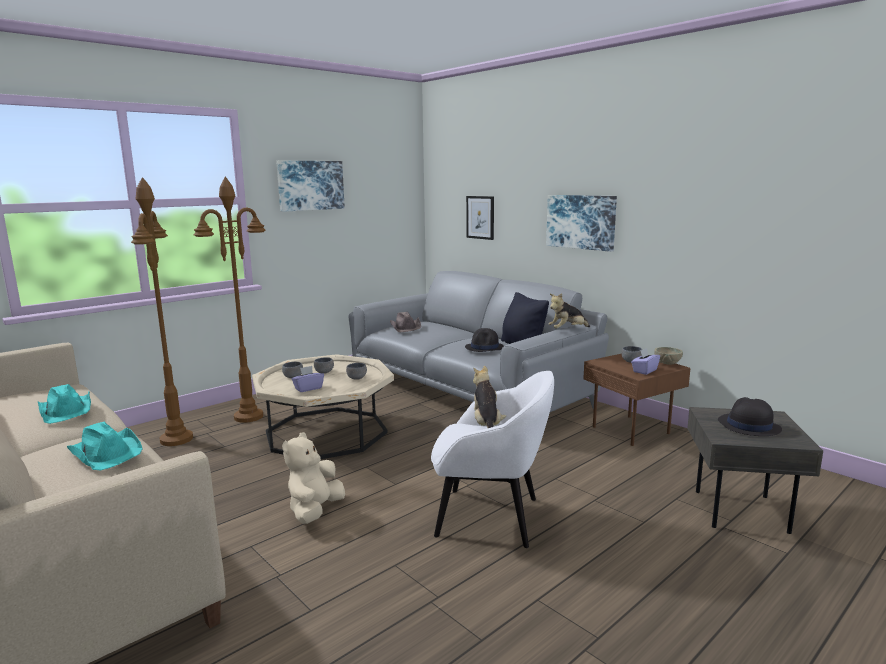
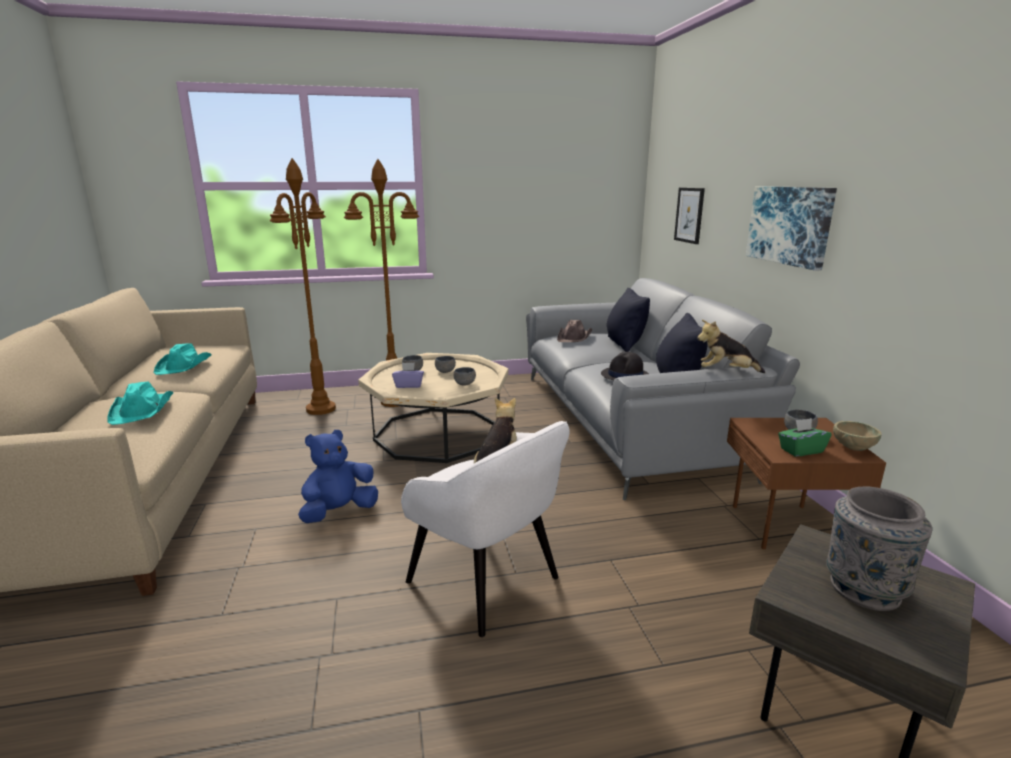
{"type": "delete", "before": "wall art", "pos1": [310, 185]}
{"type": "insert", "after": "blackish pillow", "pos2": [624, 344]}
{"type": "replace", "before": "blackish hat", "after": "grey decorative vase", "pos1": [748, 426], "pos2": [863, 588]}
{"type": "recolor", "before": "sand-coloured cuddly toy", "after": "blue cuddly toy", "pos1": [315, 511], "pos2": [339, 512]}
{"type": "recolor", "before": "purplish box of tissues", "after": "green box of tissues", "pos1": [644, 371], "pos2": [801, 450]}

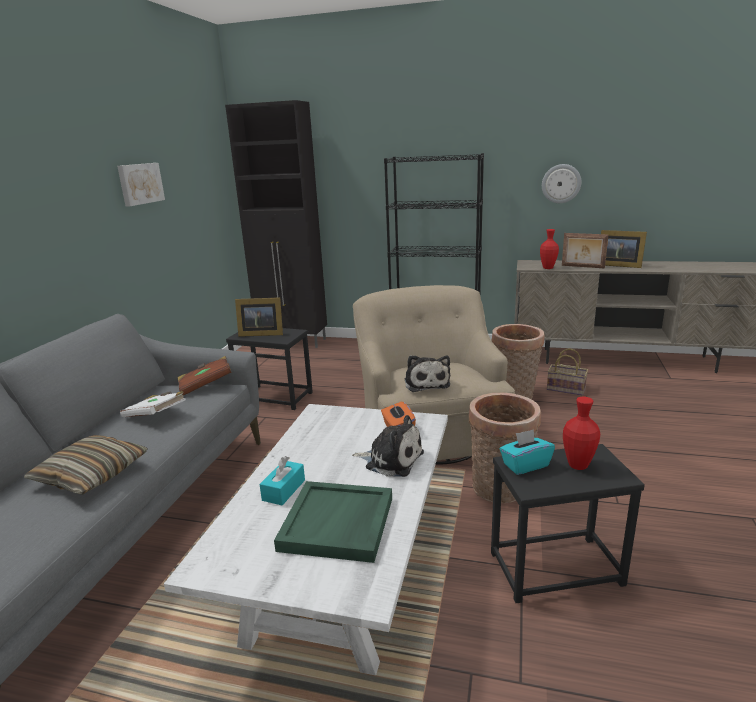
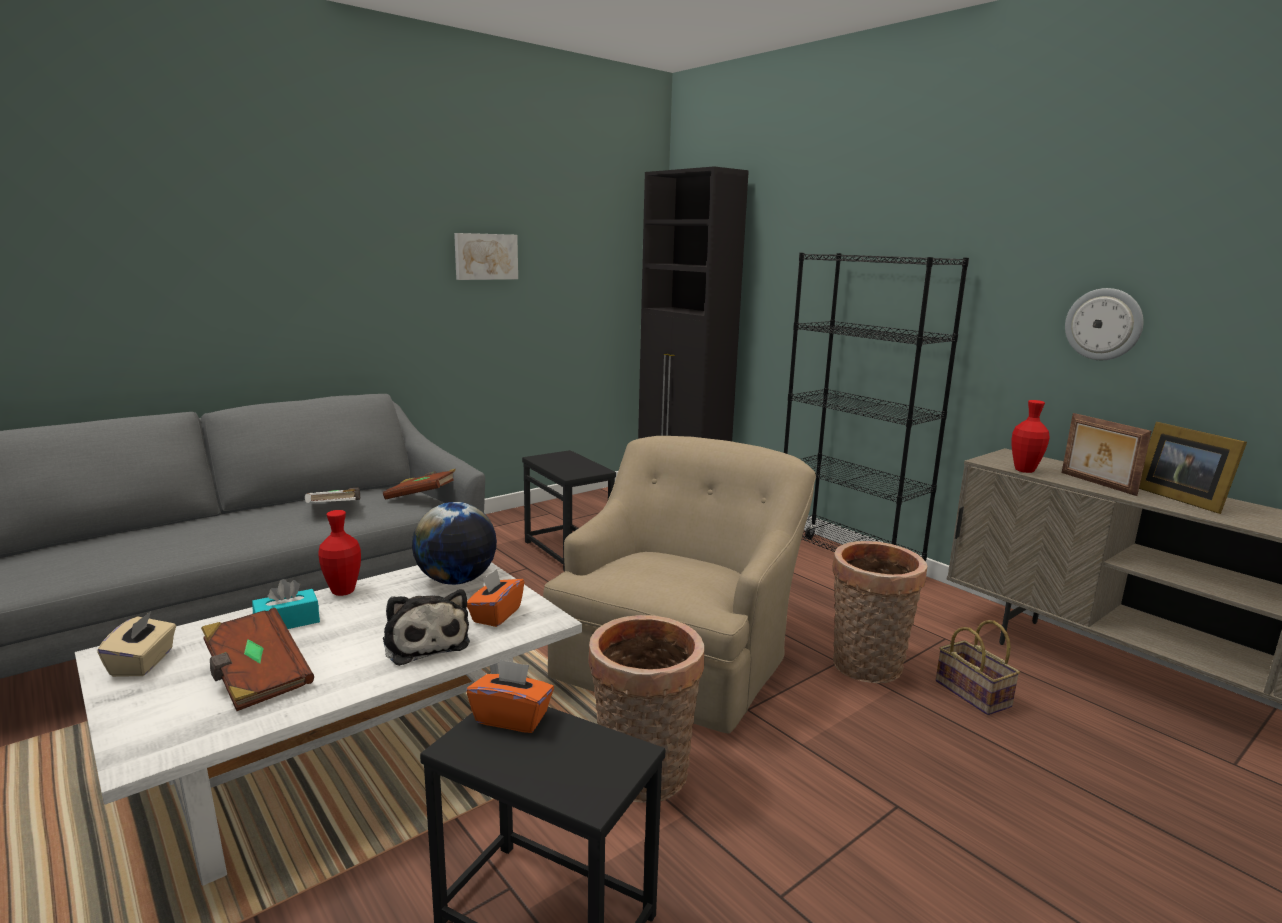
{"type": "delete", "before": "pillow", "pos1": [91, 474]}
{"type": "delete", "before": "standing frame", "pos1": [260, 334]}
{"type": "delete", "before": "cuddly toy", "pos1": [426, 383]}
{"type": "insert", "after": "sand-coloured box of tissues", "pos2": [143, 663]}
{"type": "insert", "after": "globe", "pos2": [456, 580]}
{"type": "move", "before": "red decorative vase", "pos1": [578, 465], "pos2": [343, 591]}
{"type": "replace", "before": "green tray", "after": "brown bound book", "pos1": [338, 524], "pos2": [257, 677]}
{"type": "recolor", "before": "turquoise-coloured box of tissues", "after": "orange box of tissues", "pos1": [525, 465], "pos2": [512, 718]}

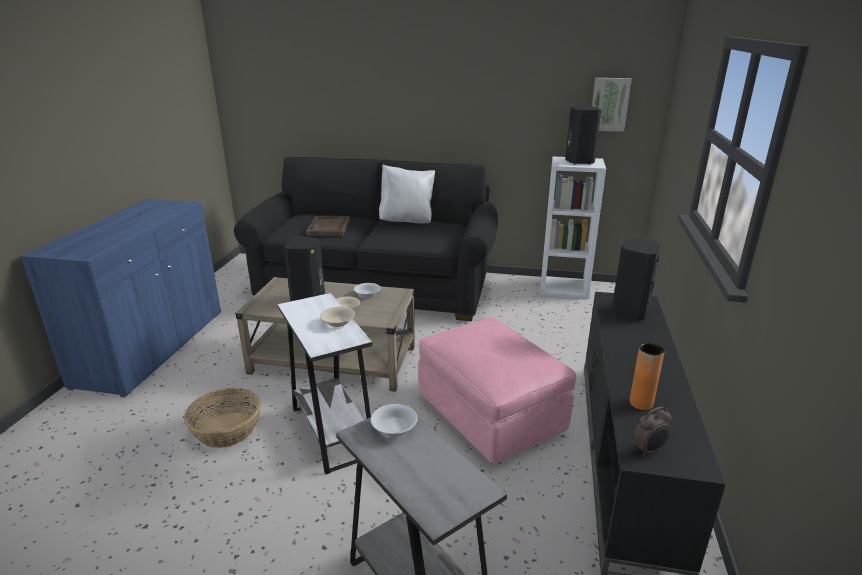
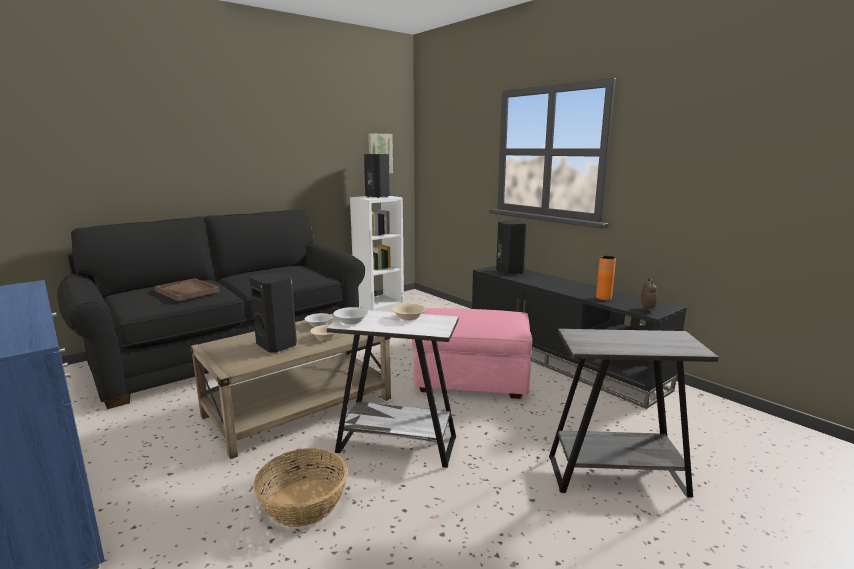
{"type": "delete", "before": "whitish pillow", "pos1": [407, 222]}
{"type": "move", "before": "whitish bowl", "pos1": [394, 428], "pos2": [351, 321]}

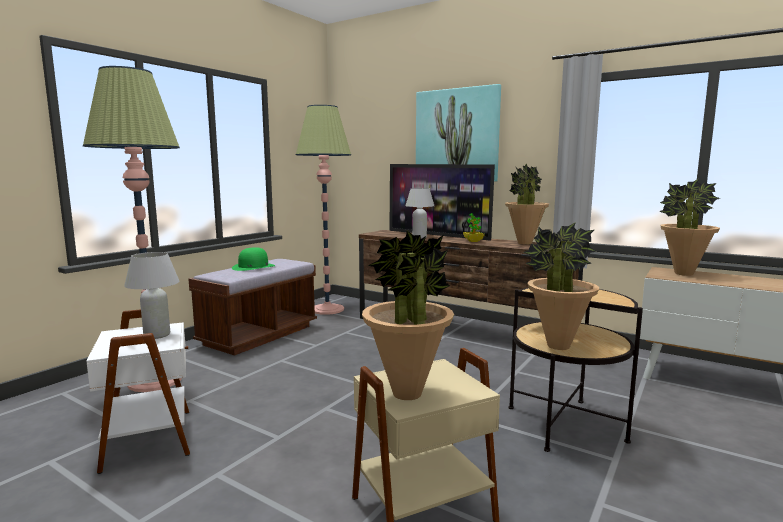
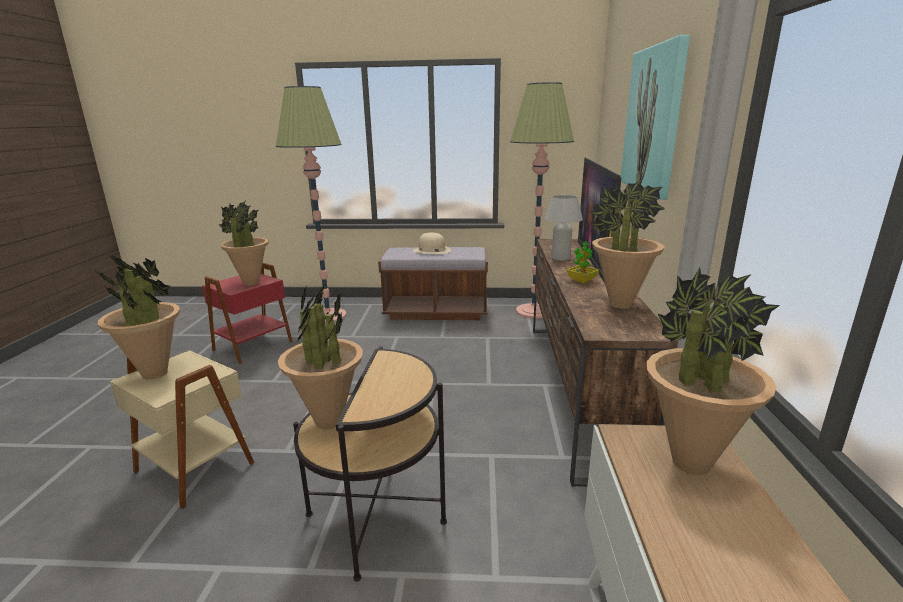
{"type": "replace", "before": "whitish tabletop lamp", "after": "houseplant", "pos1": [157, 335], "pos2": [251, 283]}
{"type": "recolor", "before": "whitish end table", "after": "red end table", "pos1": [151, 438], "pos2": [254, 346]}
{"type": "recolor", "before": "green hat", "after": "sand-coloured hat", "pos1": [253, 267], "pos2": [431, 250]}

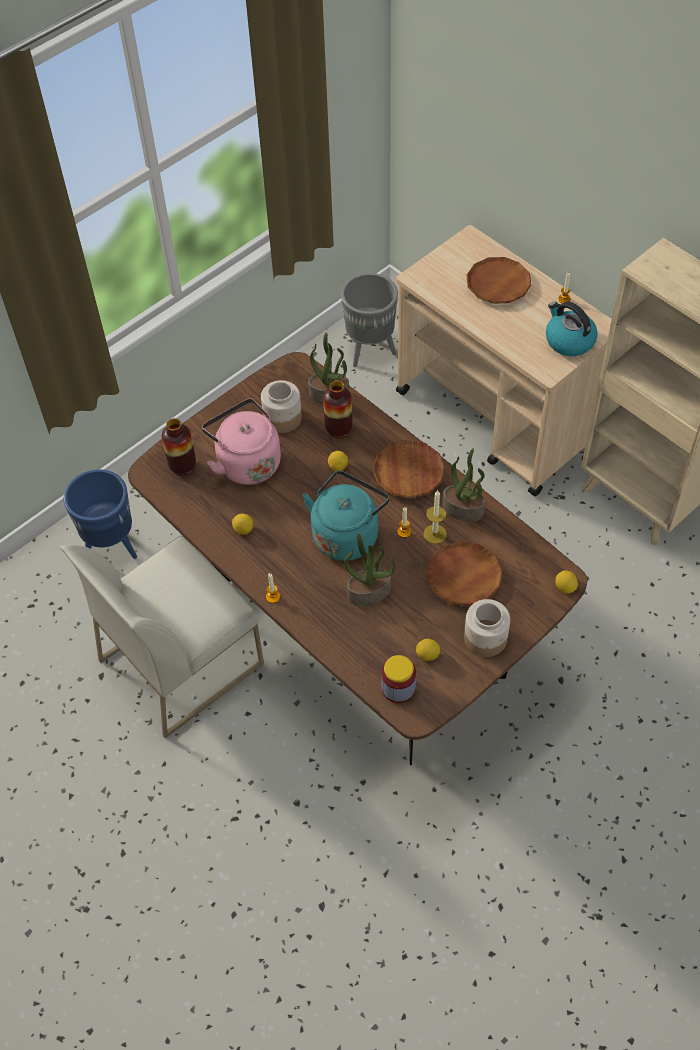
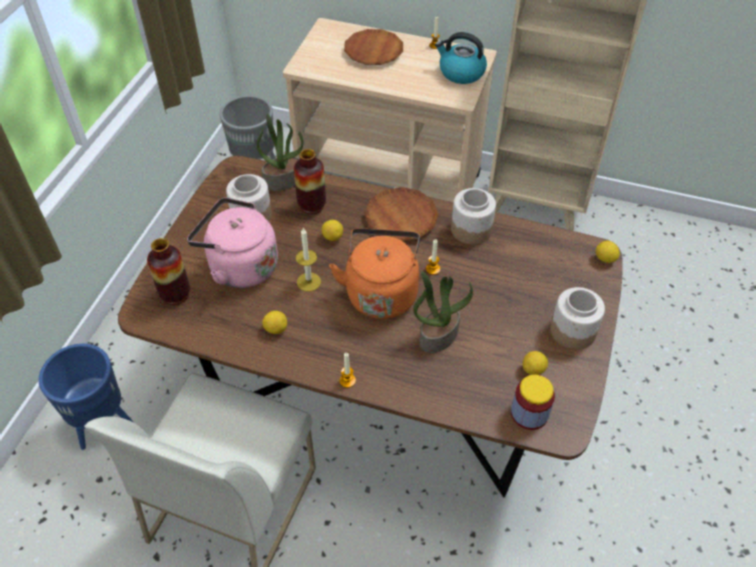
{"type": "delete", "before": "brown flat dish", "pos1": [463, 577]}
{"type": "move", "before": "wax light", "pos1": [435, 534], "pos2": [308, 282]}
{"type": "replace", "before": "houseplant", "after": "jar", "pos1": [463, 509], "pos2": [471, 229]}
{"type": "recolor", "before": "turquoise-coloured tea kettle", "after": "orange tea kettle", "pos1": [347, 534], "pos2": [381, 292]}

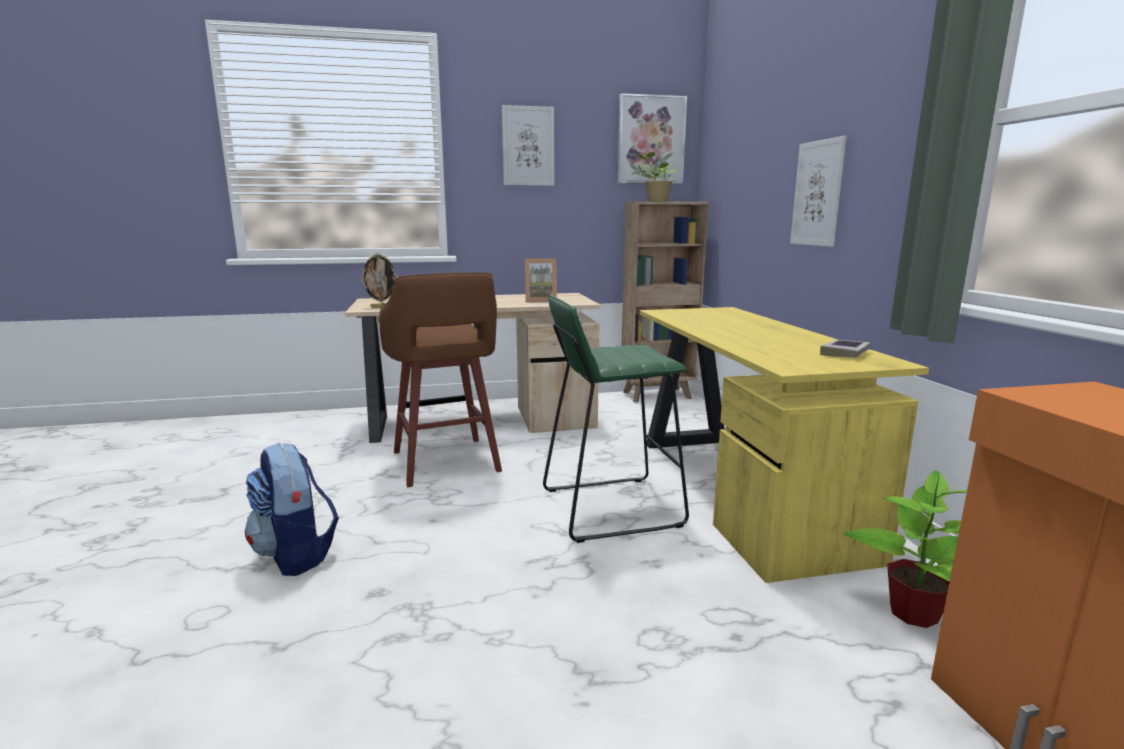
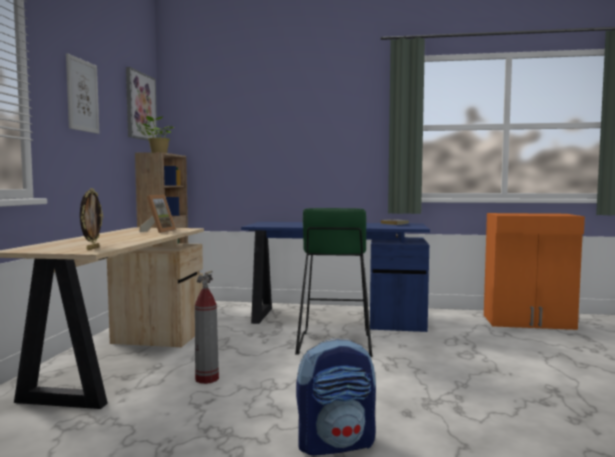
{"type": "delete", "before": "wall art", "pos1": [817, 193]}
{"type": "delete", "before": "houseplant", "pos1": [912, 612]}
{"type": "replace", "before": "brown stool", "after": "fire extinguisher", "pos1": [446, 463], "pos2": [207, 379]}
{"type": "recolor", "before": "yellow desk unit", "after": "blue desk unit", "pos1": [738, 489], "pos2": [335, 318]}

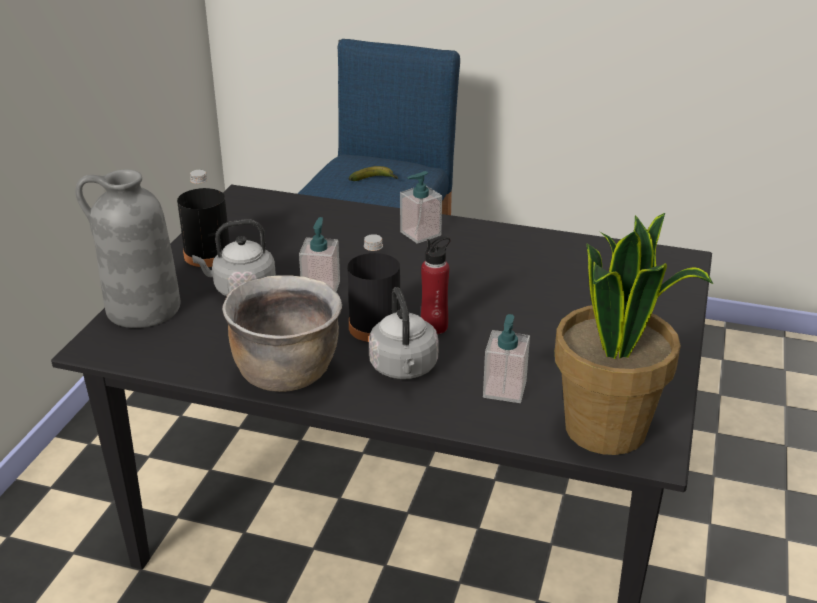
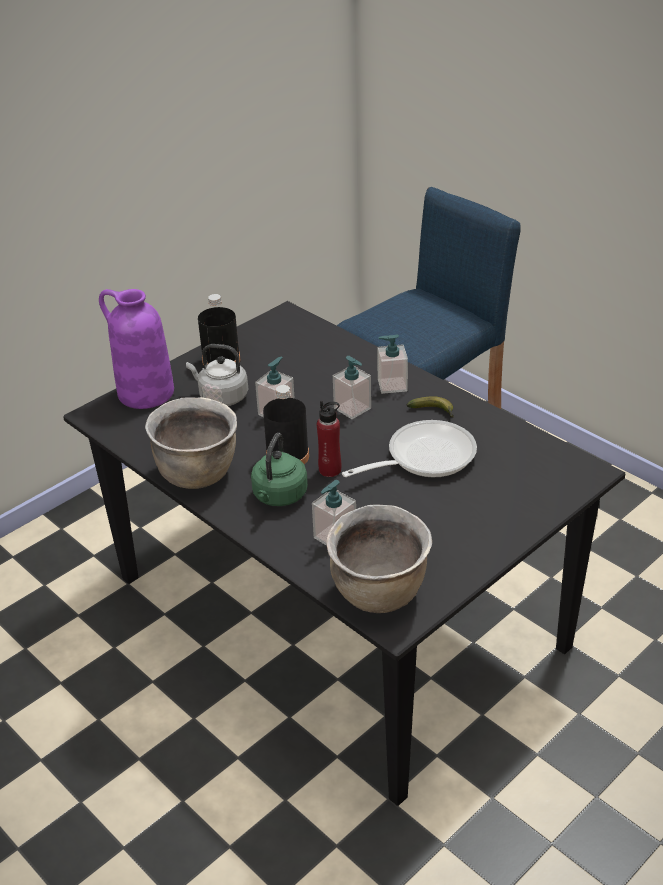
{"type": "insert", "after": "liquid soap bottle", "pos2": [352, 408]}
{"type": "insert", "after": "pan", "pos2": [423, 457]}
{"type": "move", "before": "banana", "pos1": [375, 180], "pos2": [434, 412]}
{"type": "replace", "before": "houseplant", "after": "brown cooking pot", "pos1": [607, 429], "pos2": [379, 594]}
{"type": "recolor", "before": "grey decorative vase", "after": "purplish decorative vase", "pos1": [142, 309], "pos2": [144, 393]}
{"type": "recolor", "before": "grey tea kettle", "after": "green tea kettle", "pos1": [404, 369], "pos2": [279, 497]}

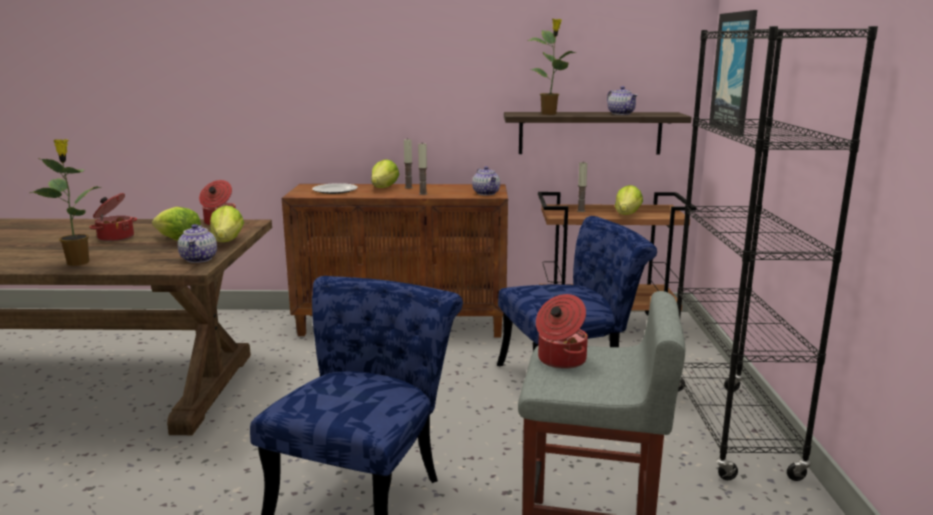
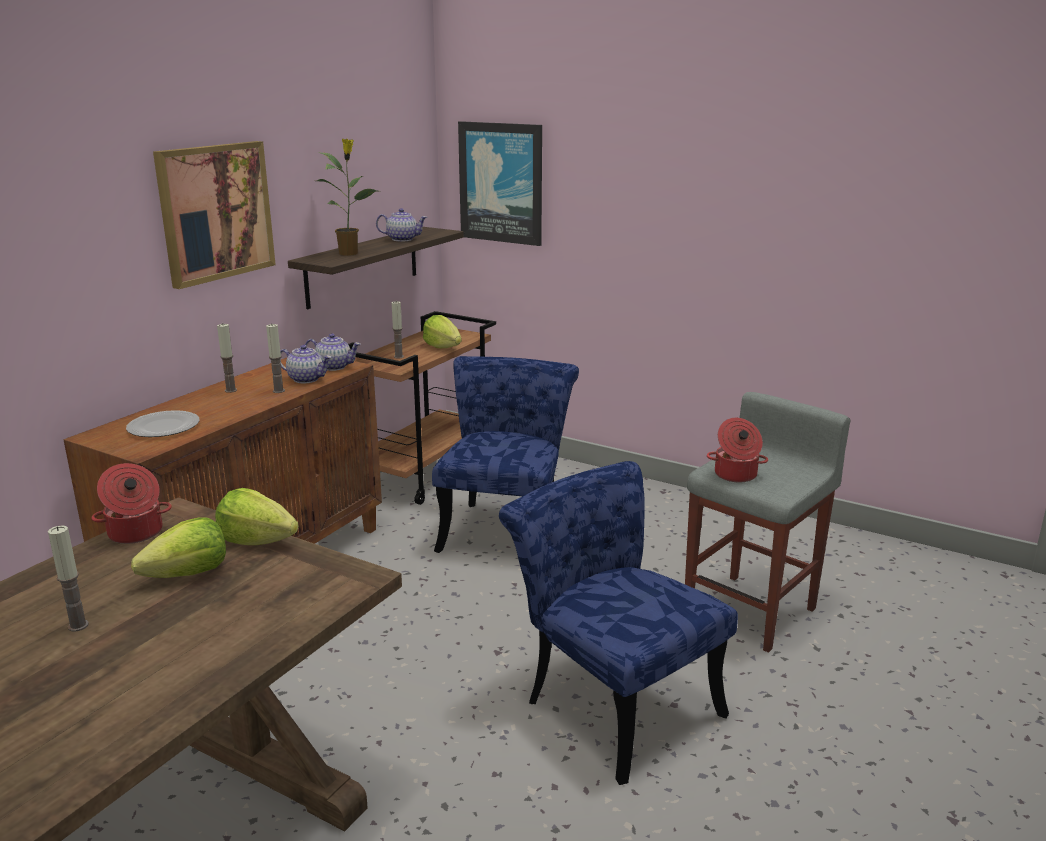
{"type": "delete", "before": "houseplant", "pos1": [78, 262]}
{"type": "delete", "before": "lettuce", "pos1": [383, 188]}
{"type": "delete", "before": "blackish bookcase", "pos1": [729, 430]}
{"type": "insert", "after": "wall art", "pos2": [215, 212]}
{"type": "move", "before": "teapot", "pos1": [199, 259], "pos2": [307, 379]}
{"type": "replace", "before": "cooking pot", "after": "wax light", "pos1": [115, 237], "pos2": [78, 625]}

